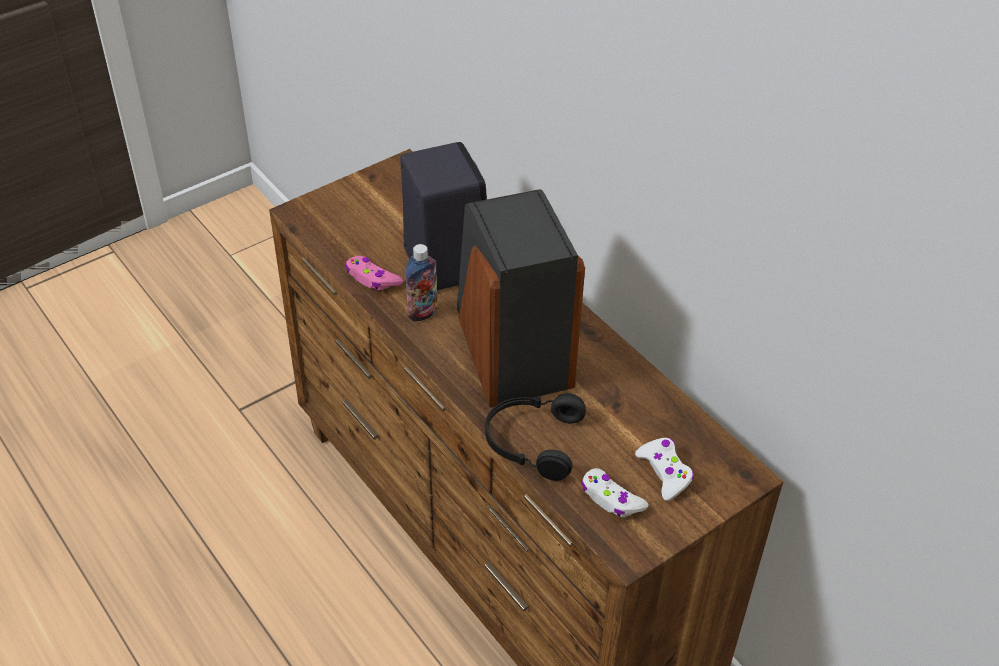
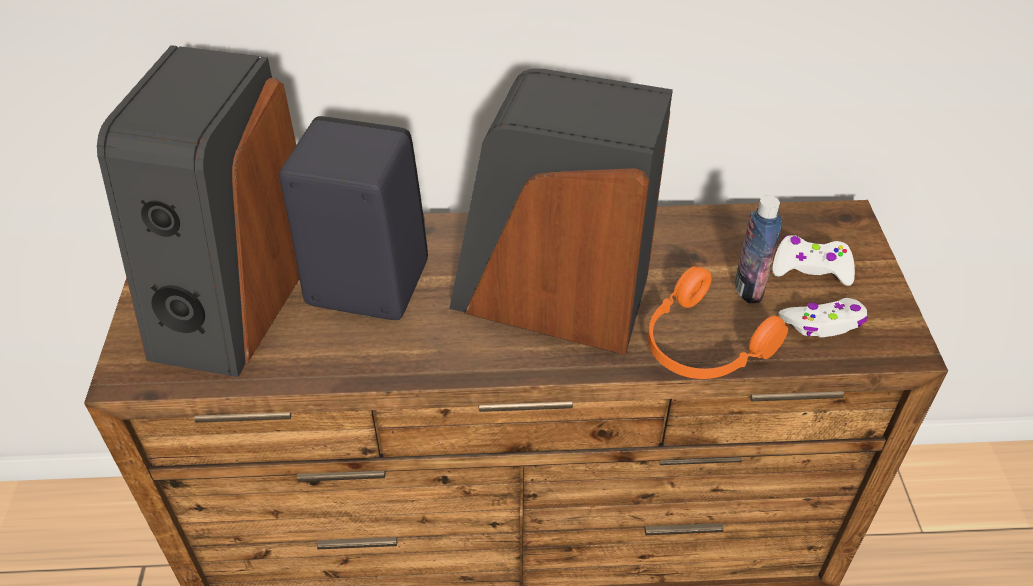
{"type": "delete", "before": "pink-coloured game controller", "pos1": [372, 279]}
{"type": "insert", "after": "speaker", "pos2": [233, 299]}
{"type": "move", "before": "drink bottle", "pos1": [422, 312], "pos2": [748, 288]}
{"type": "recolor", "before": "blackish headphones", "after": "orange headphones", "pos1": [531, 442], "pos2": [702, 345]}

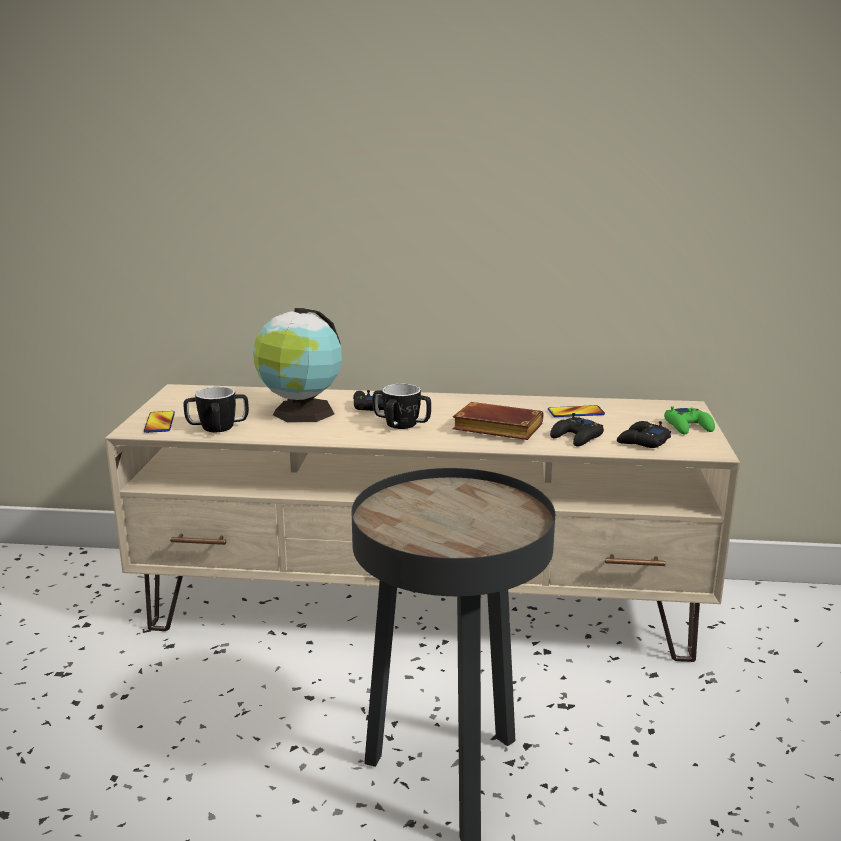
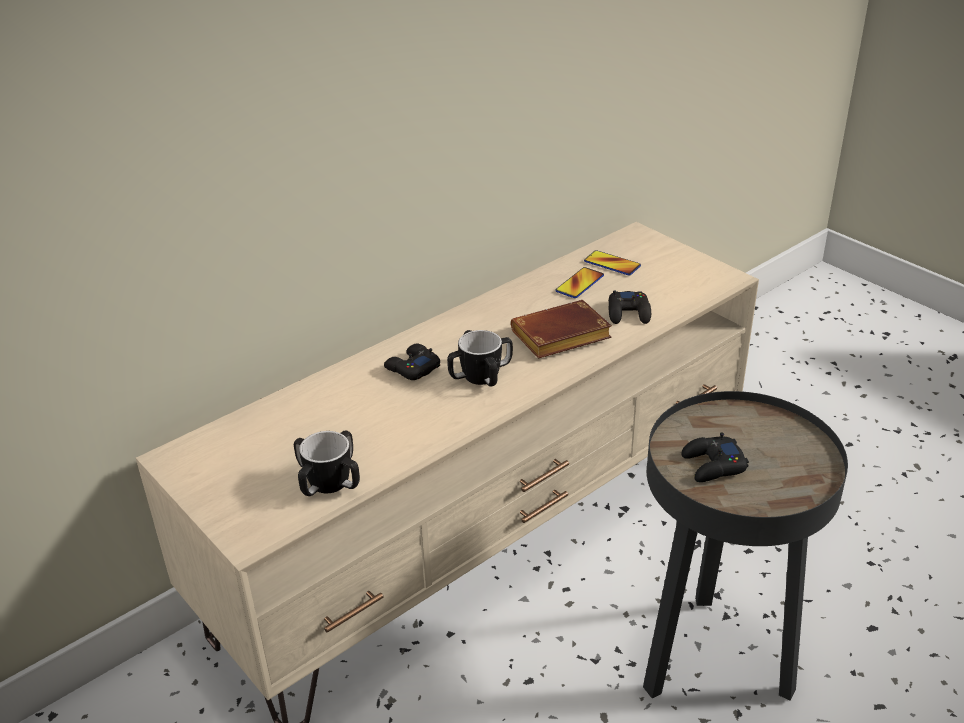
{"type": "delete", "before": "globe", "pos1": [301, 413]}
{"type": "delete", "before": "green game controller", "pos1": [688, 426]}
{"type": "move", "before": "telephone", "pos1": [159, 423], "pos2": [612, 264]}
{"type": "move", "before": "blackish game controller", "pos1": [642, 442], "pos2": [713, 465]}

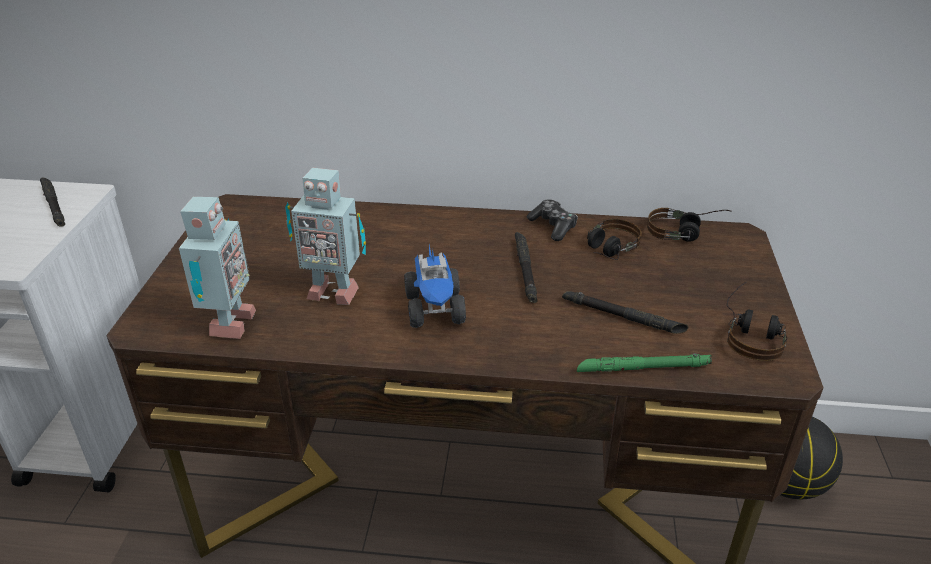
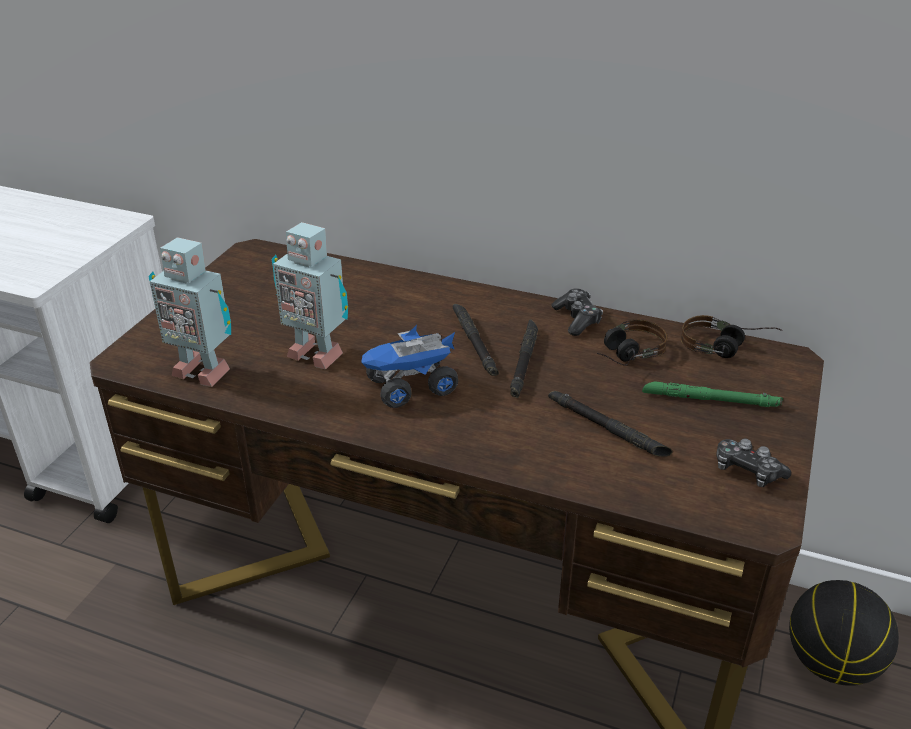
{"type": "move", "before": "blackish flashlight", "pos1": [53, 205], "pos2": [474, 343]}
{"type": "move", "before": "green flashlight", "pos1": [643, 368], "pos2": [711, 400]}
{"type": "replace", "before": "headphones", "after": "game controller", "pos1": [752, 333], "pos2": [747, 471]}
{"type": "rotate", "before": "robot figure", "pos1": [228, 325], "pos2": [202, 370], "turn": 90}
{"type": "rotate", "before": "toy lorry", "pos1": [435, 309], "pos2": [410, 388], "turn": 60}

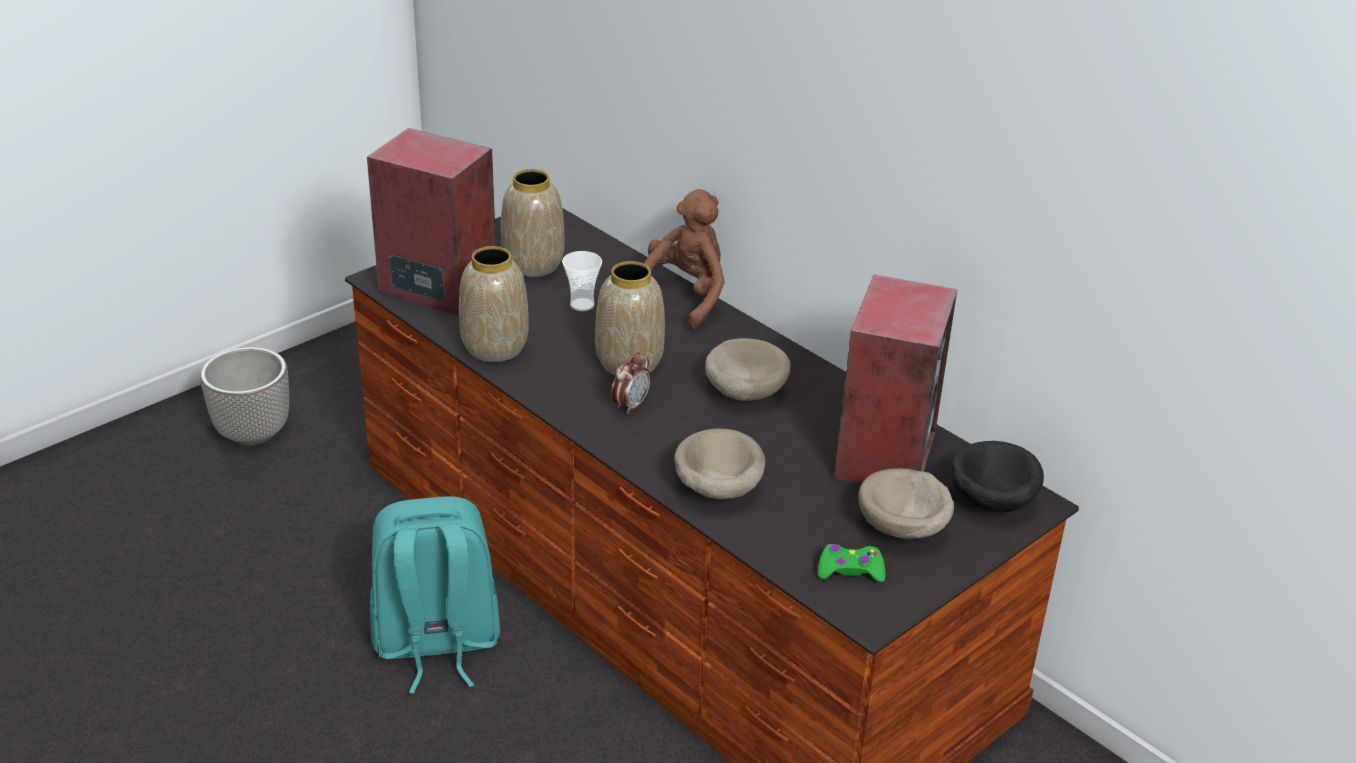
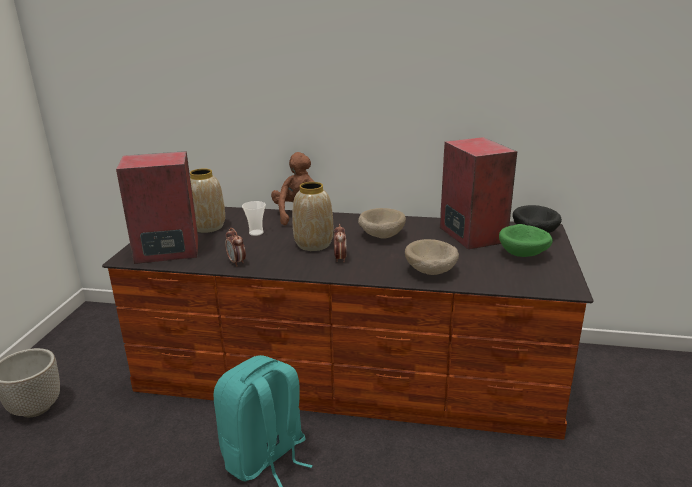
{"type": "delete", "before": "green game controller", "pos1": [850, 570]}
{"type": "replace", "before": "decorative vase", "after": "bedside clock", "pos1": [495, 348], "pos2": [237, 262]}
{"type": "recolor", "before": "sand-coloured bowl", "after": "green bowl", "pos1": [903, 529], "pos2": [524, 255]}

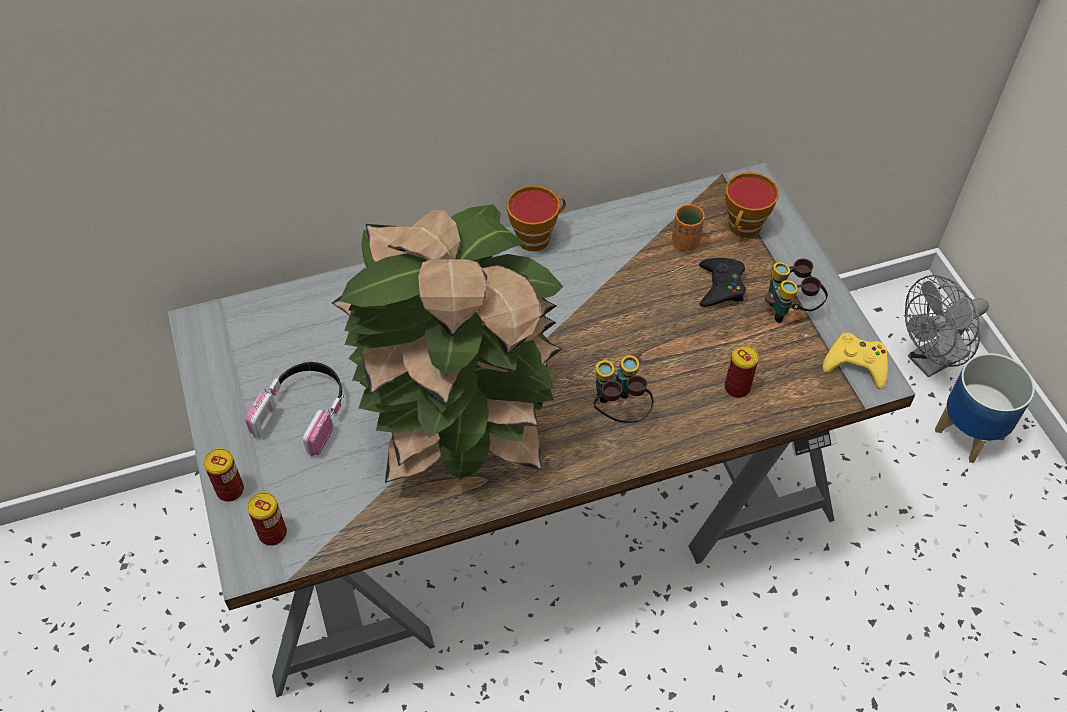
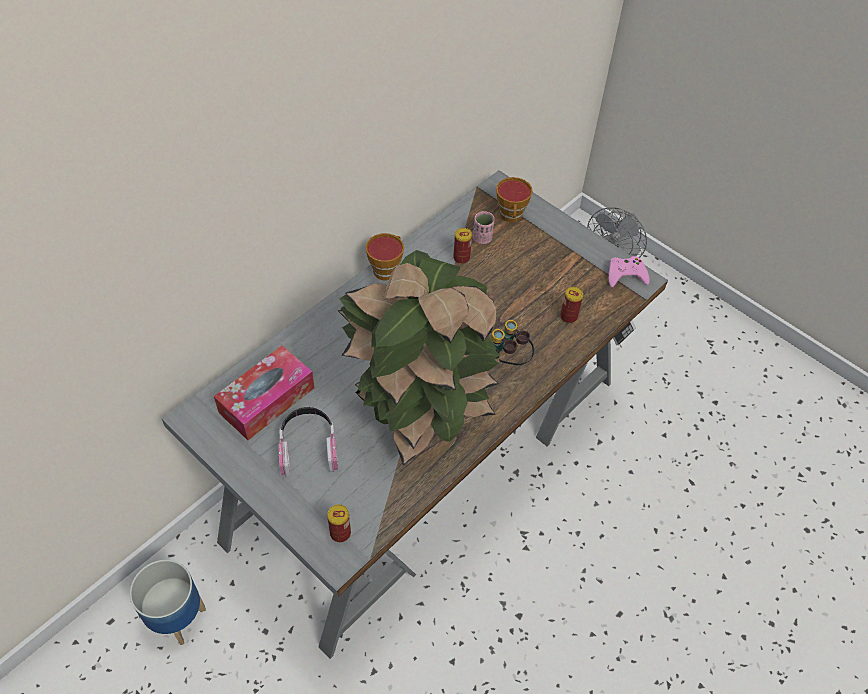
{"type": "delete", "before": "blackish game controller", "pos1": [721, 286]}
{"type": "delete", "before": "field glasses", "pos1": [790, 310]}
{"type": "insert", "after": "box of tissues", "pos2": [267, 400]}
{"type": "move", "before": "can", "pos1": [230, 490], "pos2": [461, 258]}
{"type": "move", "before": "plant pot", "pos1": [968, 433], "pos2": [176, 617]}
{"type": "recolor", "before": "orange small cup", "after": "pink-coloured small cup", "pos1": [685, 243], "pos2": [482, 238]}
{"type": "recolor", "before": "yellow game controller", "after": "pink-coloured game controller", "pos1": [856, 364], "pos2": [625, 275]}

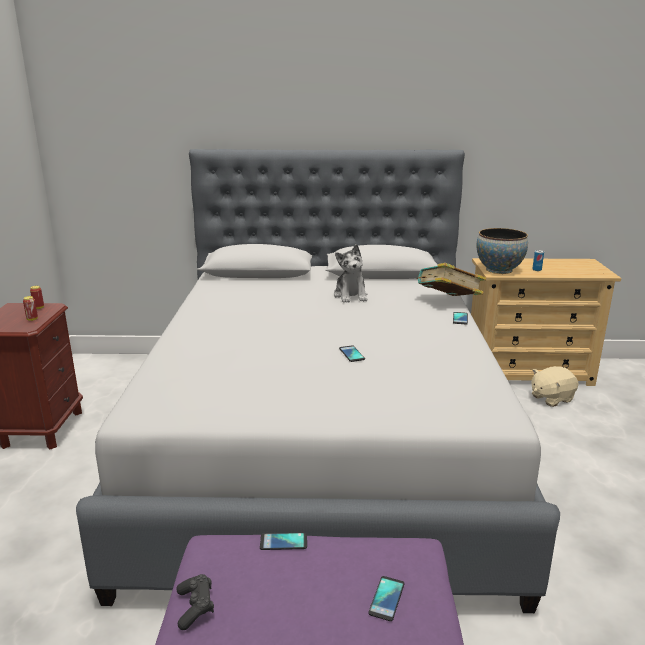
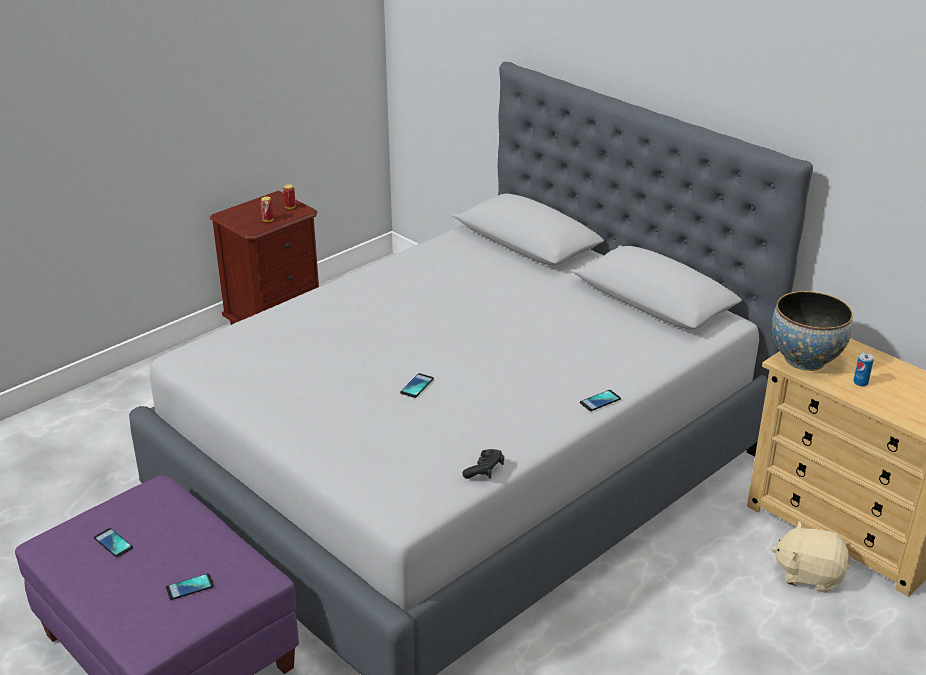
{"type": "delete", "before": "cuddly toy", "pos1": [351, 296]}
{"type": "delete", "before": "bound book", "pos1": [448, 302]}
{"type": "move", "before": "blackish game controller", "pos1": [195, 607], "pos2": [484, 471]}
{"type": "move", "before": "telephone", "pos1": [283, 542], "pos2": [113, 543]}

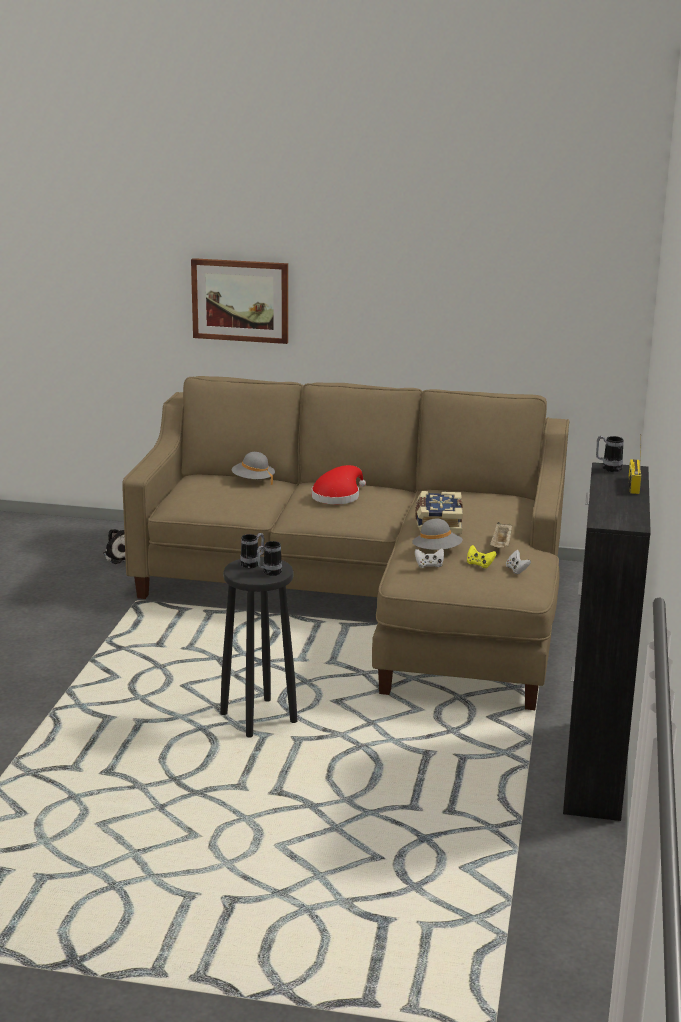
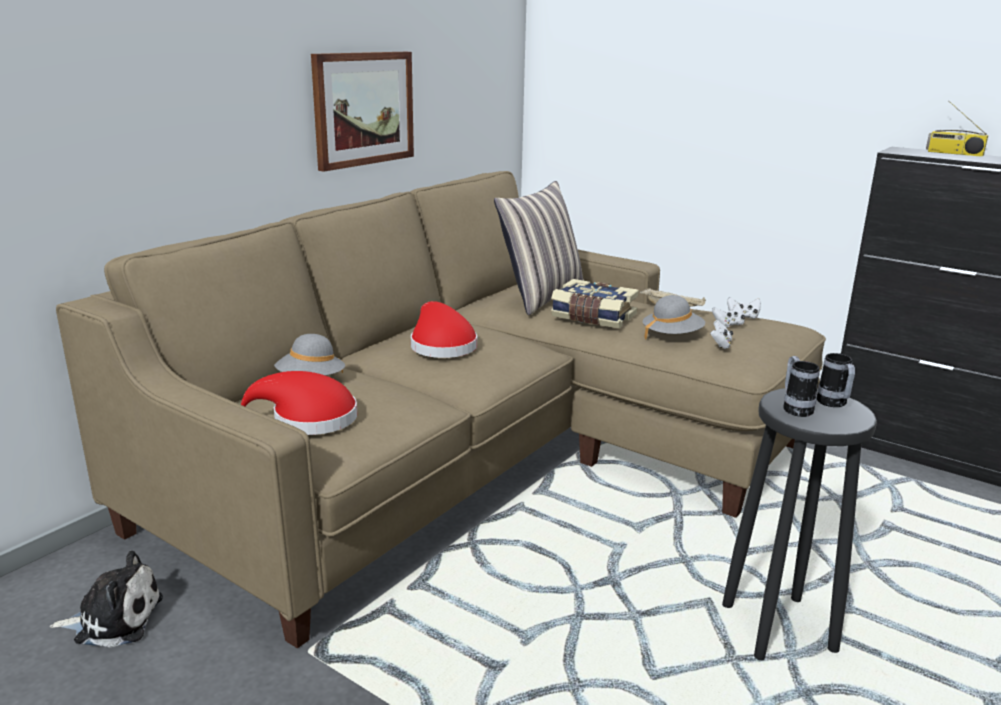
{"type": "delete", "before": "coffee mug", "pos1": [608, 468]}
{"type": "insert", "after": "red hat", "pos2": [308, 419]}
{"type": "insert", "after": "pillow", "pos2": [541, 297]}
{"type": "move", "before": "wall art", "pos1": [240, 300], "pos2": [363, 109]}
{"type": "recolor", "before": "yellow game controller", "after": "whitish game controller", "pos1": [479, 564], "pos2": [728, 325]}

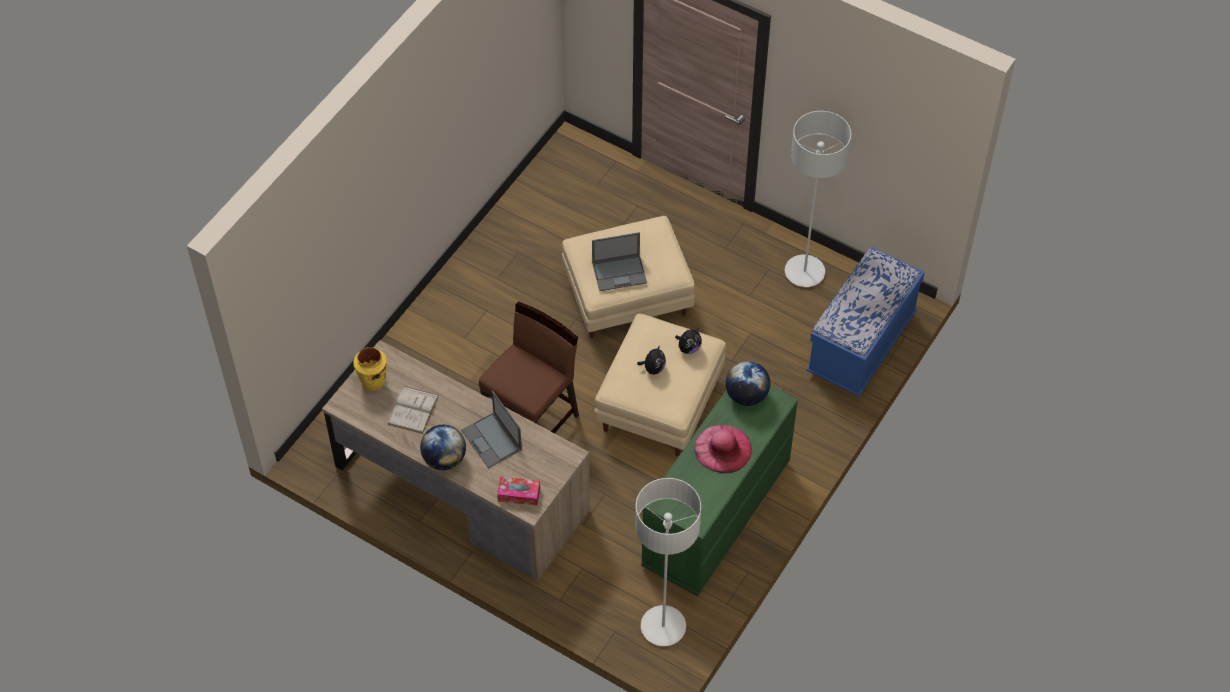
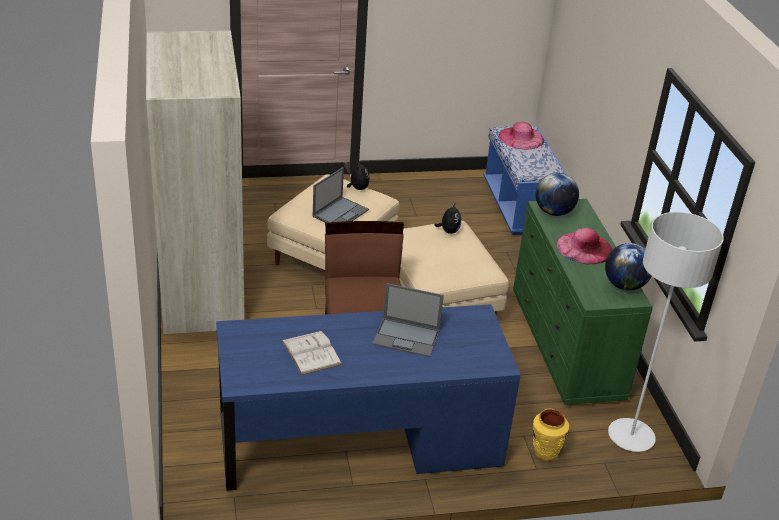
{"type": "delete", "before": "box of tissues", "pos1": [519, 494]}
{"type": "delete", "before": "grey floor lamp", "pos1": [804, 272]}
{"type": "insert", "after": "sand-coloured armoire", "pos2": [202, 288]}
{"type": "insert", "after": "pink-coloured hat", "pos2": [521, 138]}
{"type": "move", "before": "yellow decorative vase", "pos1": [373, 381], "pos2": [545, 452]}
{"type": "move", "before": "globe", "pos1": [444, 459], "pos2": [624, 285]}
{"type": "move", "before": "cuddly toy", "pos1": [653, 368], "pos2": [358, 188]}
{"type": "recolor", "before": "brown desk unit", "after": "blue desk unit", "pos1": [461, 488], "pos2": [359, 440]}

